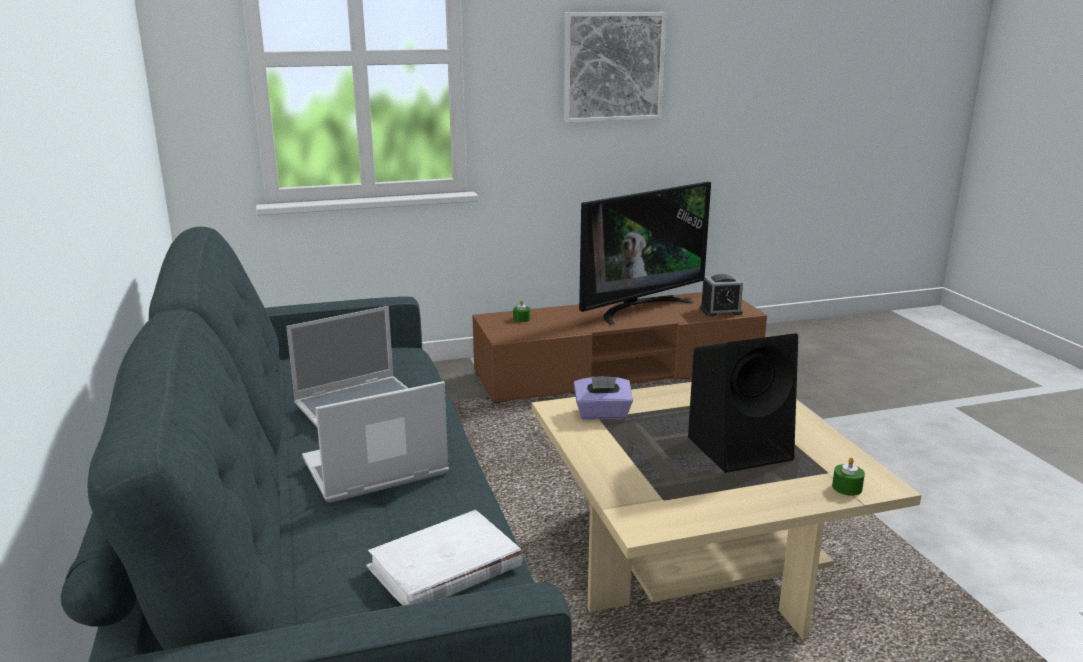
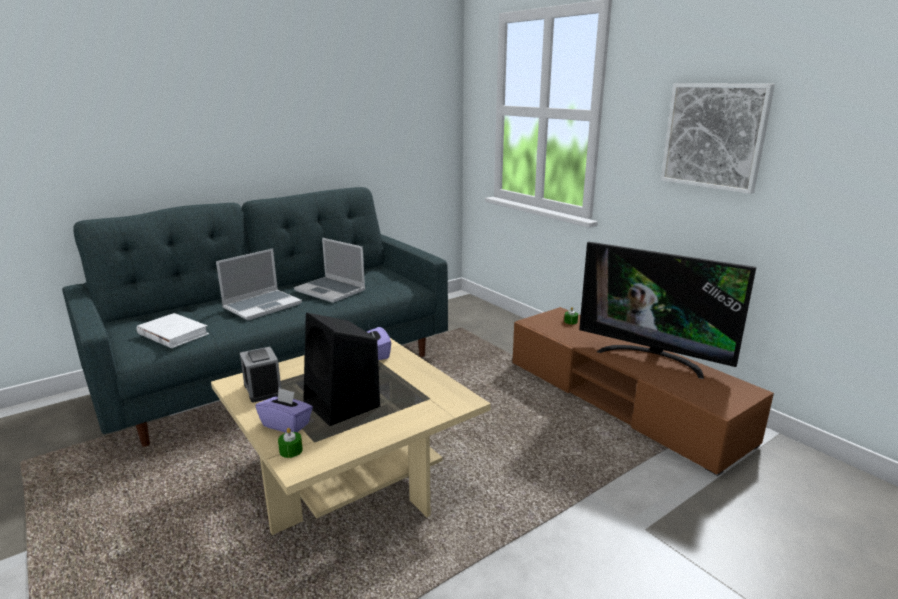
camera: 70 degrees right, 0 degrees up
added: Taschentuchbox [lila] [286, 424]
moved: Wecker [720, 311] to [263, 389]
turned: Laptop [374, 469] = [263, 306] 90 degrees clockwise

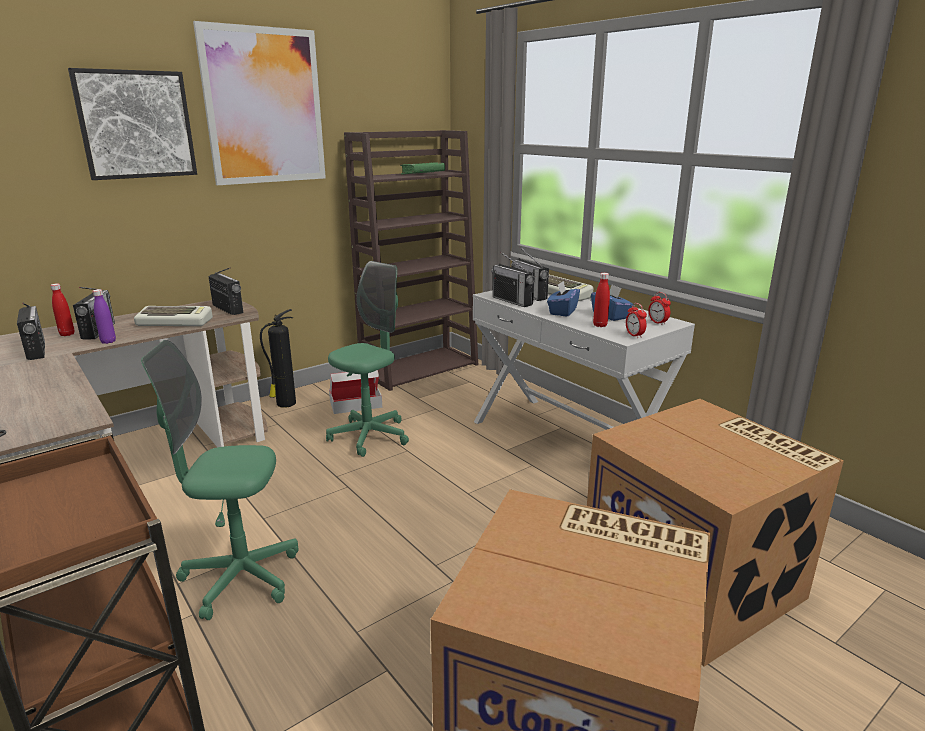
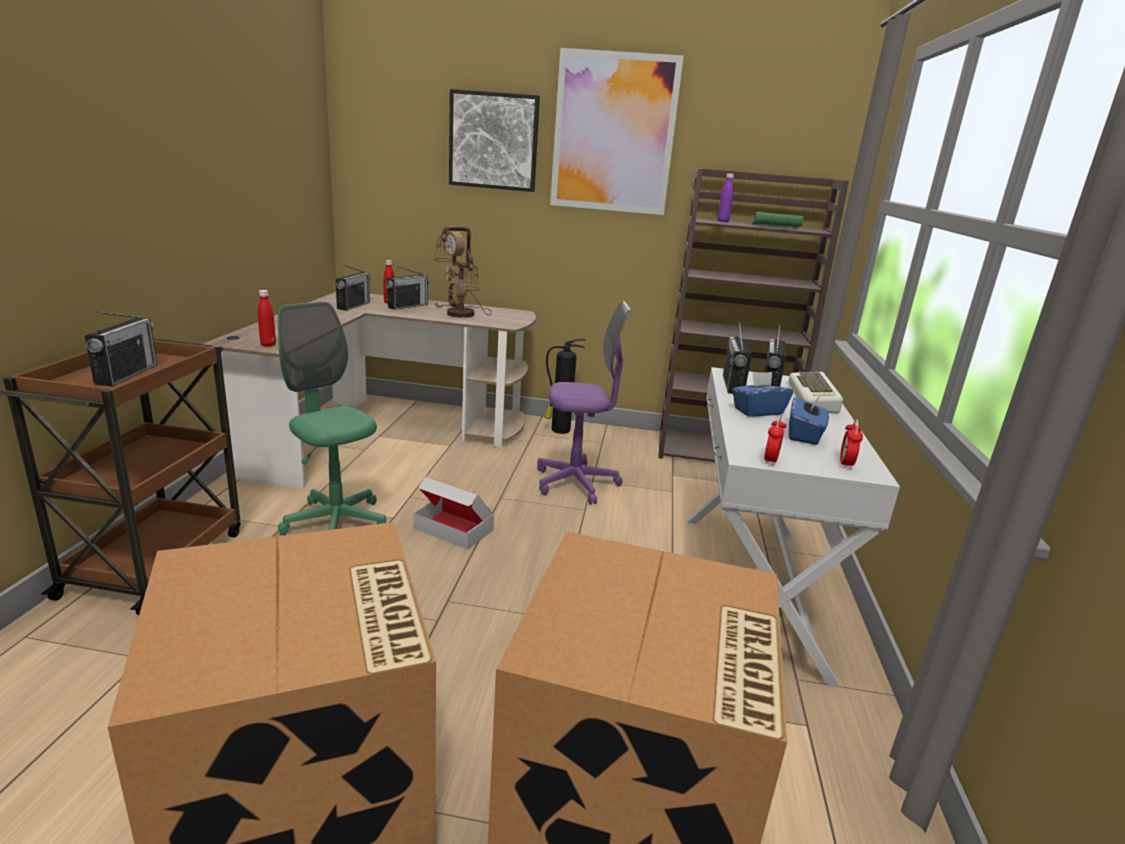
camera: 45 degrees right, 0 degrees up
moved: Radio [228, 309] to [127, 374]; Flasche [rot] [600, 325] to [268, 345]; Karton [356, 404] to [454, 529]; Flasche [lila] [108, 341] to [722, 221]
replaced: Tastatur [176, 322] to Tischlampe [460, 315]
recoloured: Bürostuhl [grün] [369, 436] to Bürostuhl [lila] [576, 483]

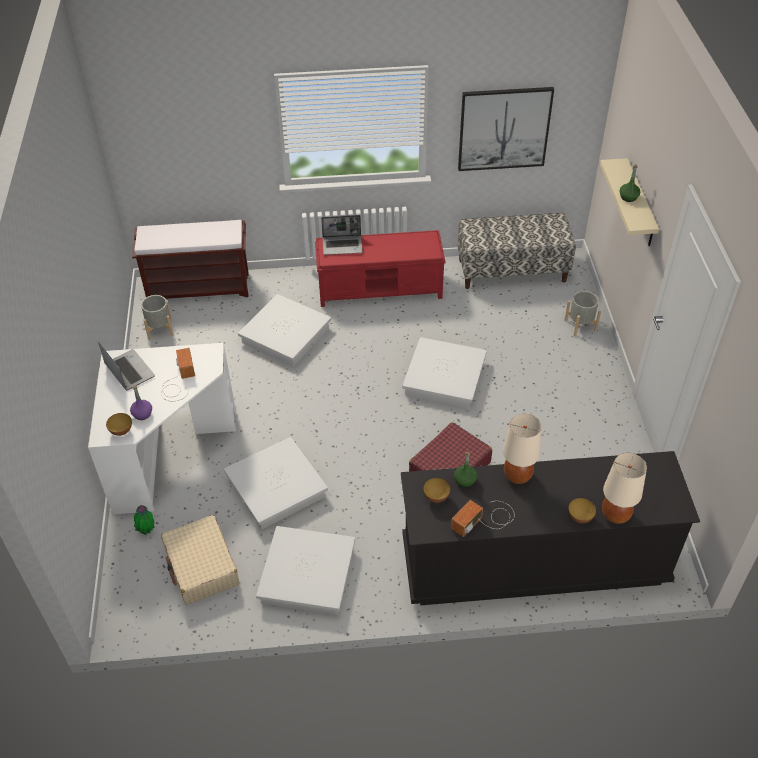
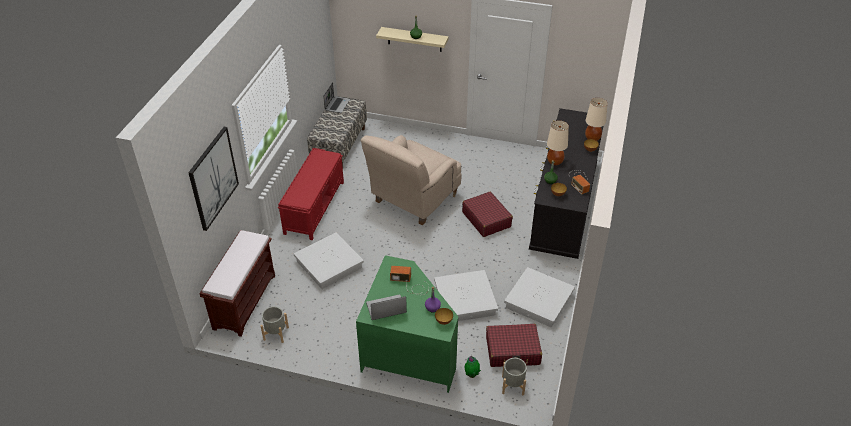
camera: 70 degrees left, 5 degrees down
moved: Bild [504, 129] to [213, 178]; Laptop [343, 245] to [337, 105]; Pflanzkübel [grau] [580, 325] to [512, 385]
replaced: Aufbewahrungsbox [weiß] [444, 377] to Sessel [beige] [413, 201]
recoloured: Schreibtisch [weiß] [167, 455] to Schreibtisch [grün] [408, 351]; Koffer [beige] [201, 566] to Koffer [rot] [513, 351]

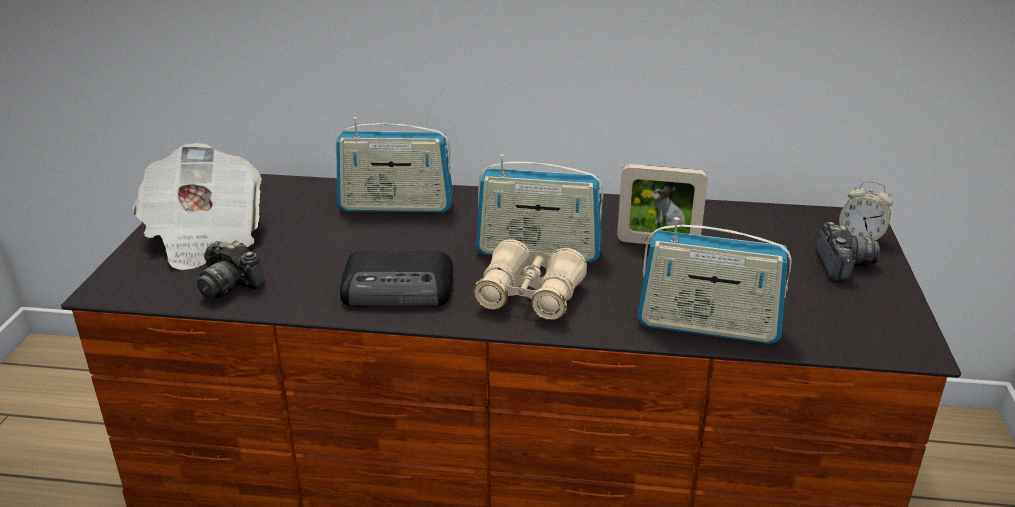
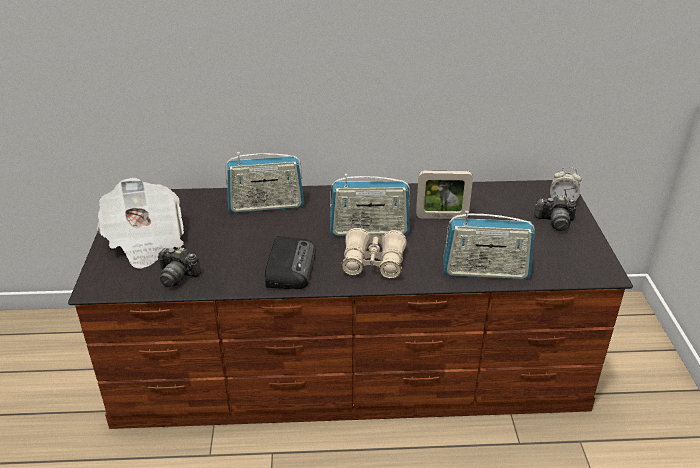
camera: 10 degrees left, 5 degrees up
turned: Radio [399, 289] = [290, 267] 75 degrees counterclockwise; Kamera [842, 265] = [555, 222] 105 degrees clockwise

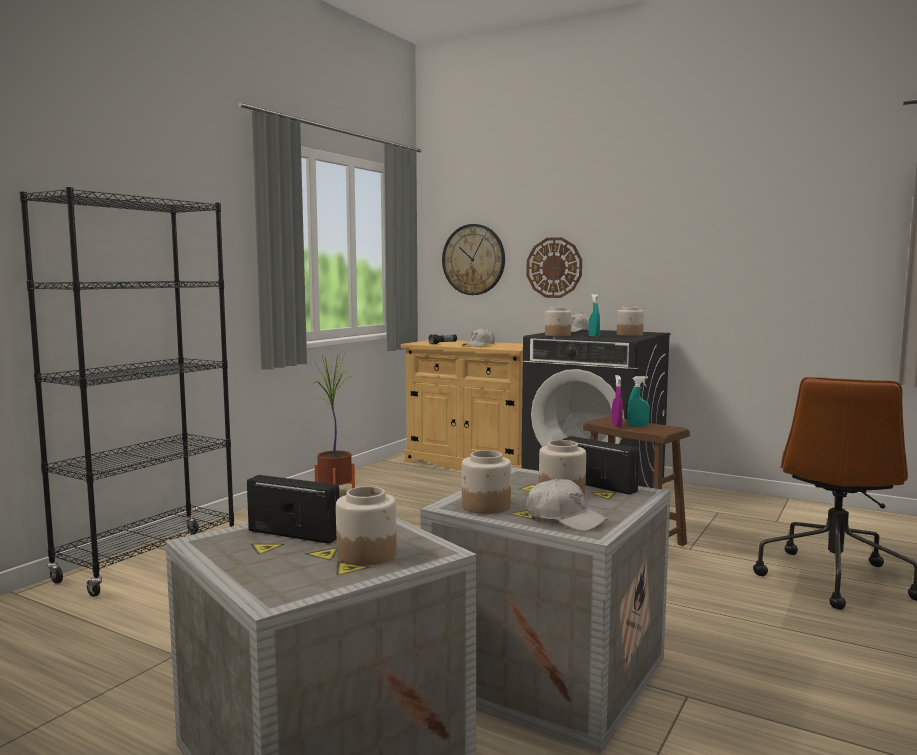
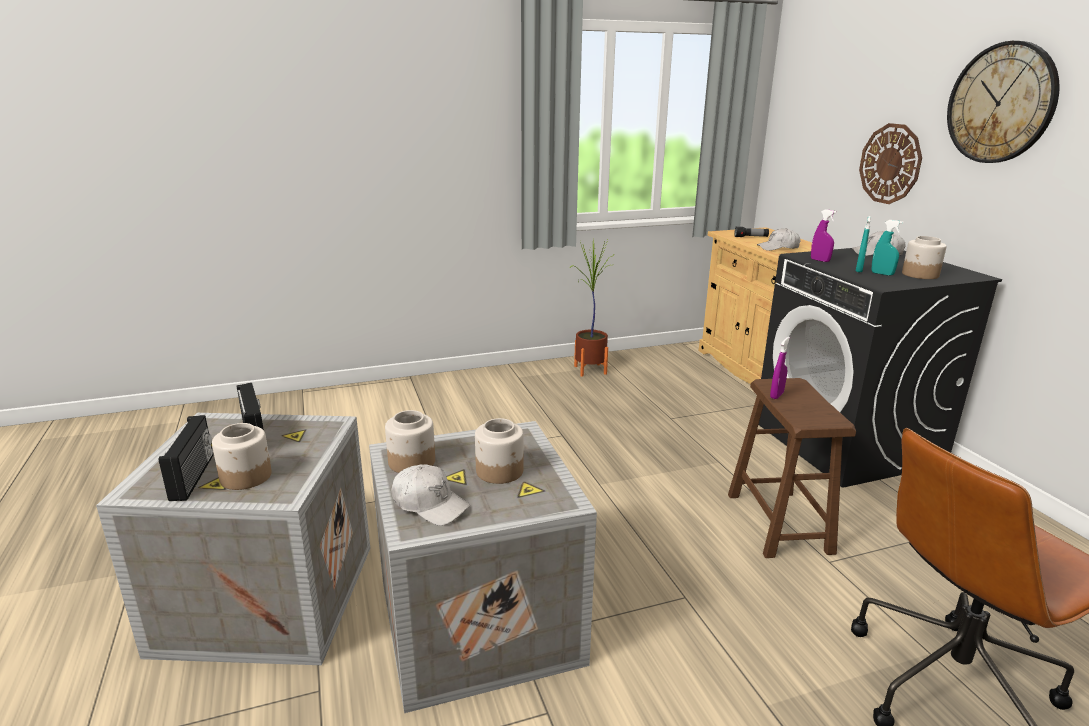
camera: 40 degrees right, 15 degrees up
removed: Bücherregal [schwarz] [149, 561]
moved: Radio [599, 485] to [194, 477]; Sprühflasche [türkis] [637, 426] to [882, 274]; Wanduhr [473, 259] to [1001, 103]
replaced: Vorratsglas [558, 335] to Sprühflasche [lila] [820, 260]
turned: Kappe [weiß] [565, 519] = [430, 504] 45 degrees counterclockwise

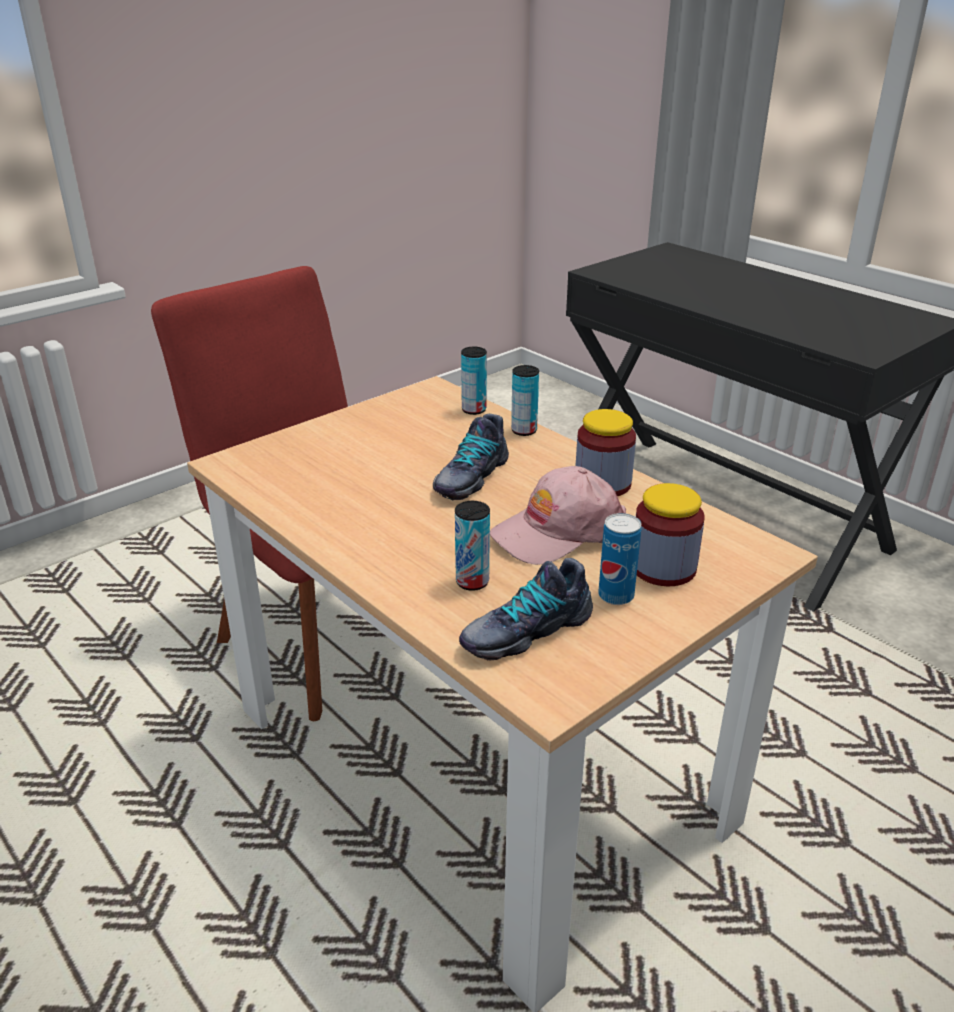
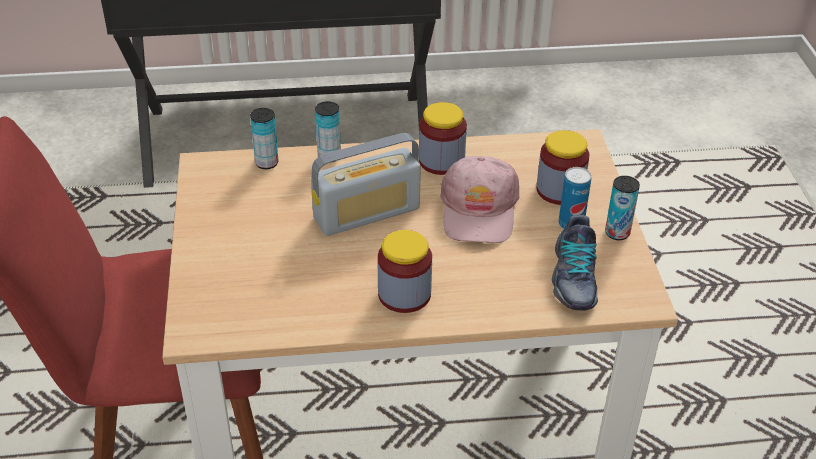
camera: 55 degrees left, 10 degrees up
added: Vorratsglas [404, 294]
moved: Dose [472, 582] to [617, 233]
replaced: Schuh [470, 477] to Radio [367, 213]

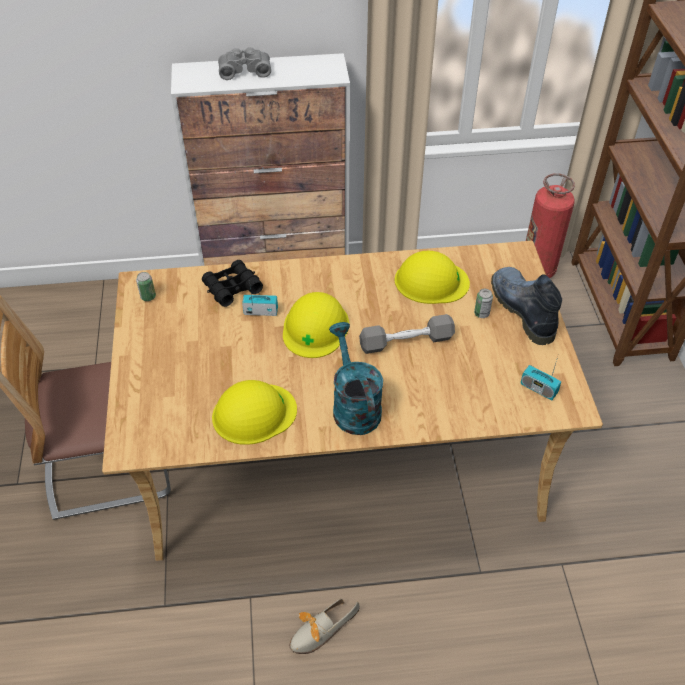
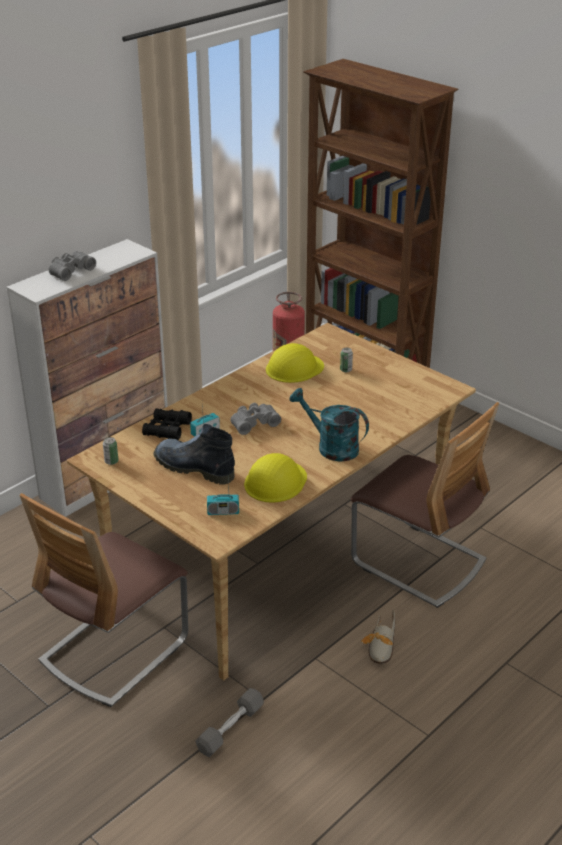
camera: 40 degrees left, 15 degrees down
added: Stuhl [418, 562]
moved: Stiefel [521, 309] to [193, 467]; Hantel [grau] [406, 342] to [230, 729]; Radio [538, 389] to [223, 512]
replaced: Schutzhelm [gelb] [315, 327] to Fernglas [grau] [253, 423]

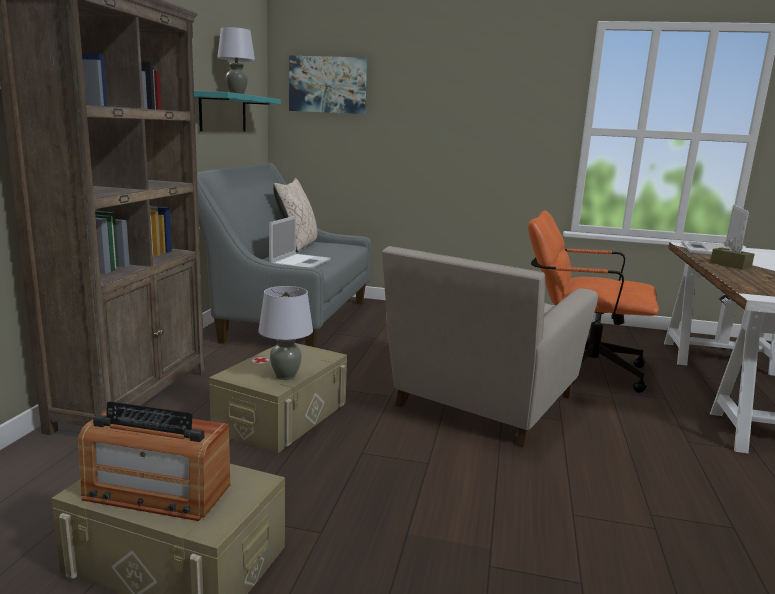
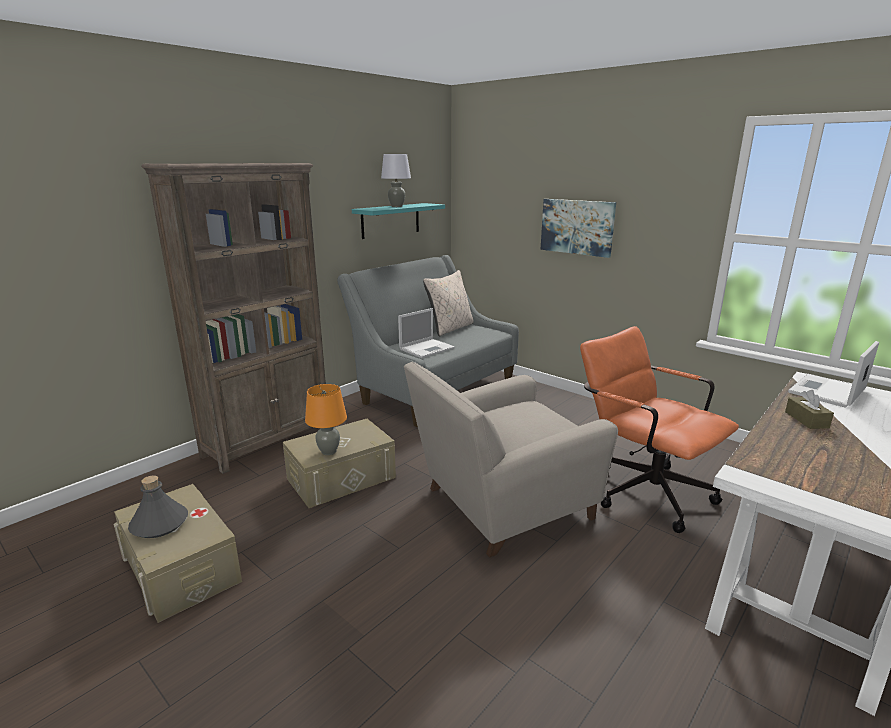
camera: 30 degrees right, 5 degrees up
moved: Bild [328, 85] to [577, 227]
replaced: Radio [157, 492] to Flasche [grau] [160, 524]
recoloured: Tischlampe [grau] [285, 376] to Tischlampe [orange] [329, 451]

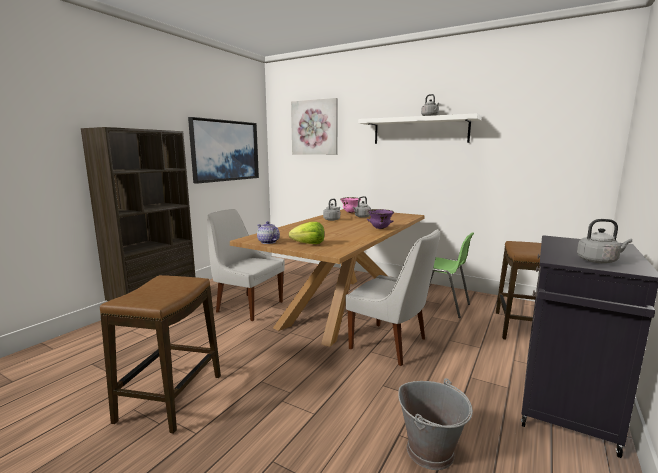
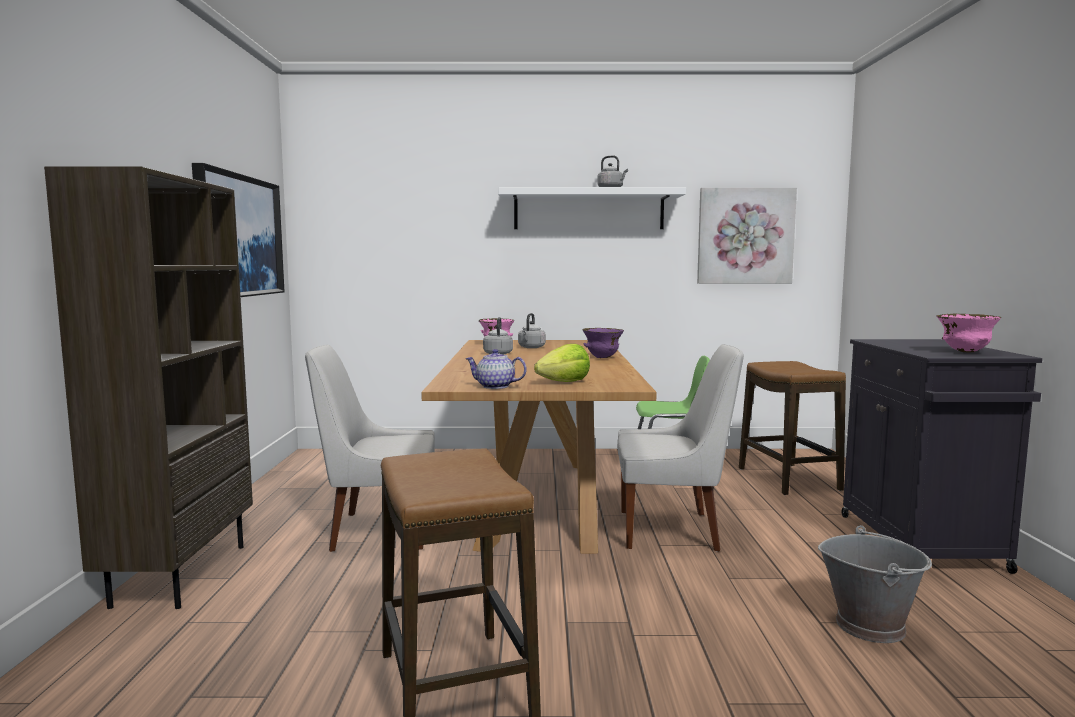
camera: 30 degrees left, 5 degrees down
moved: Bild [315, 127] to [745, 236]
replaced: Wasserkessel [grau] [599, 261] to Schüssel [rosa] [965, 352]

